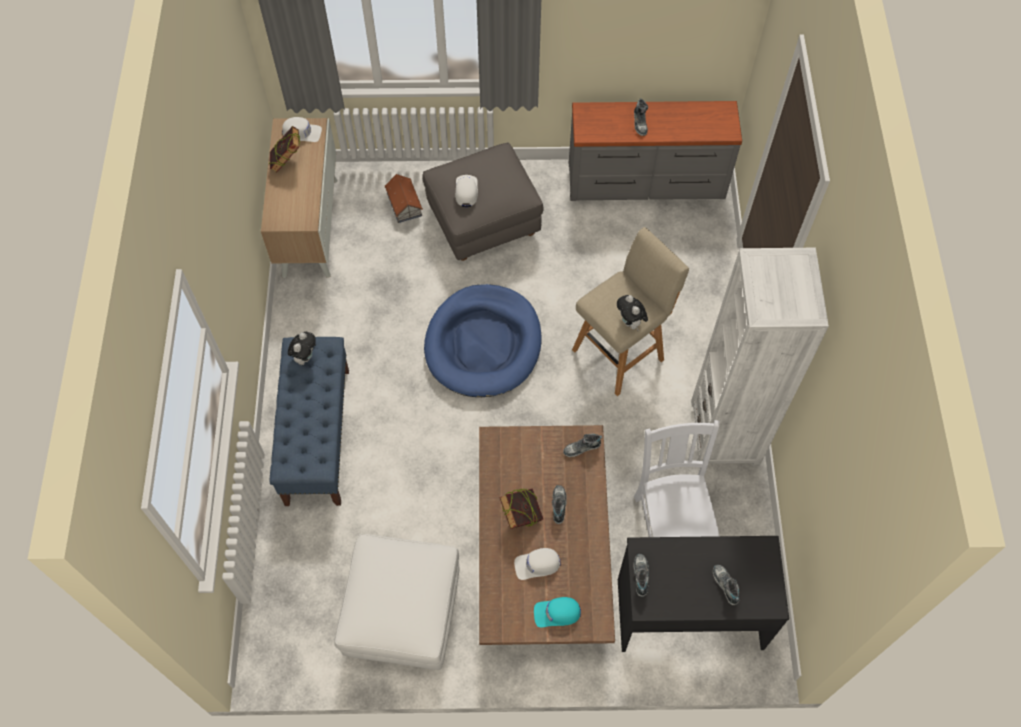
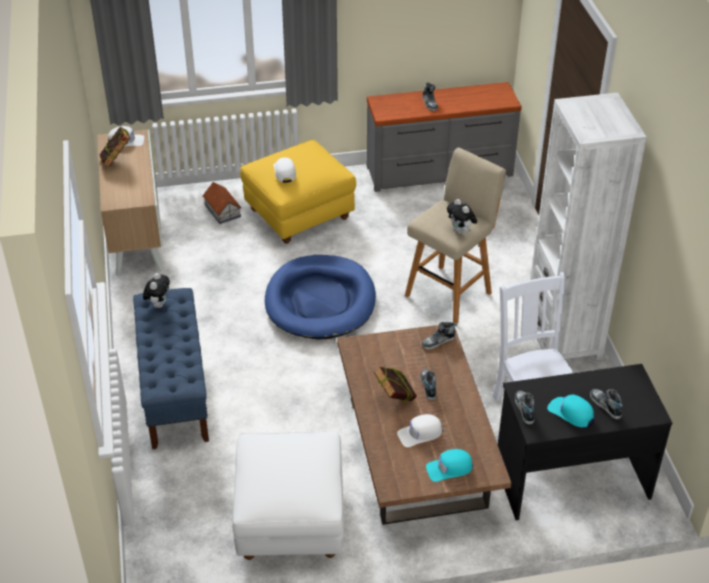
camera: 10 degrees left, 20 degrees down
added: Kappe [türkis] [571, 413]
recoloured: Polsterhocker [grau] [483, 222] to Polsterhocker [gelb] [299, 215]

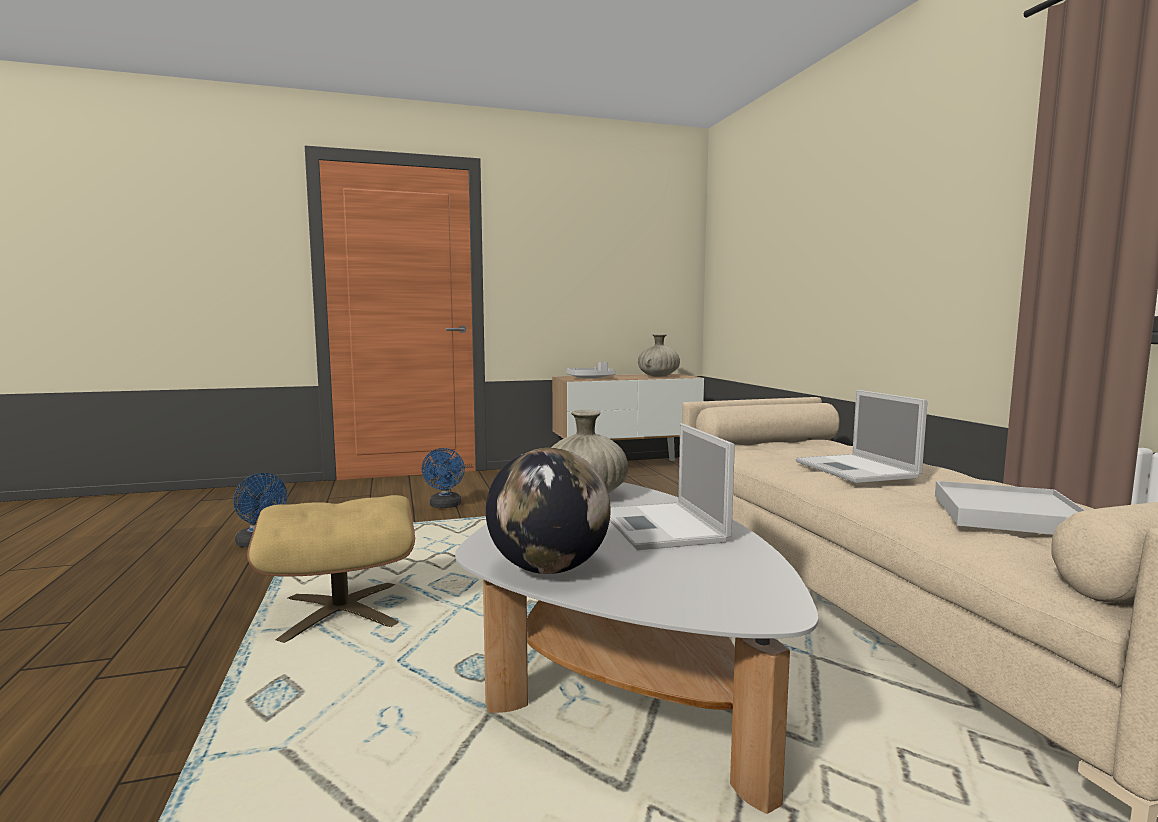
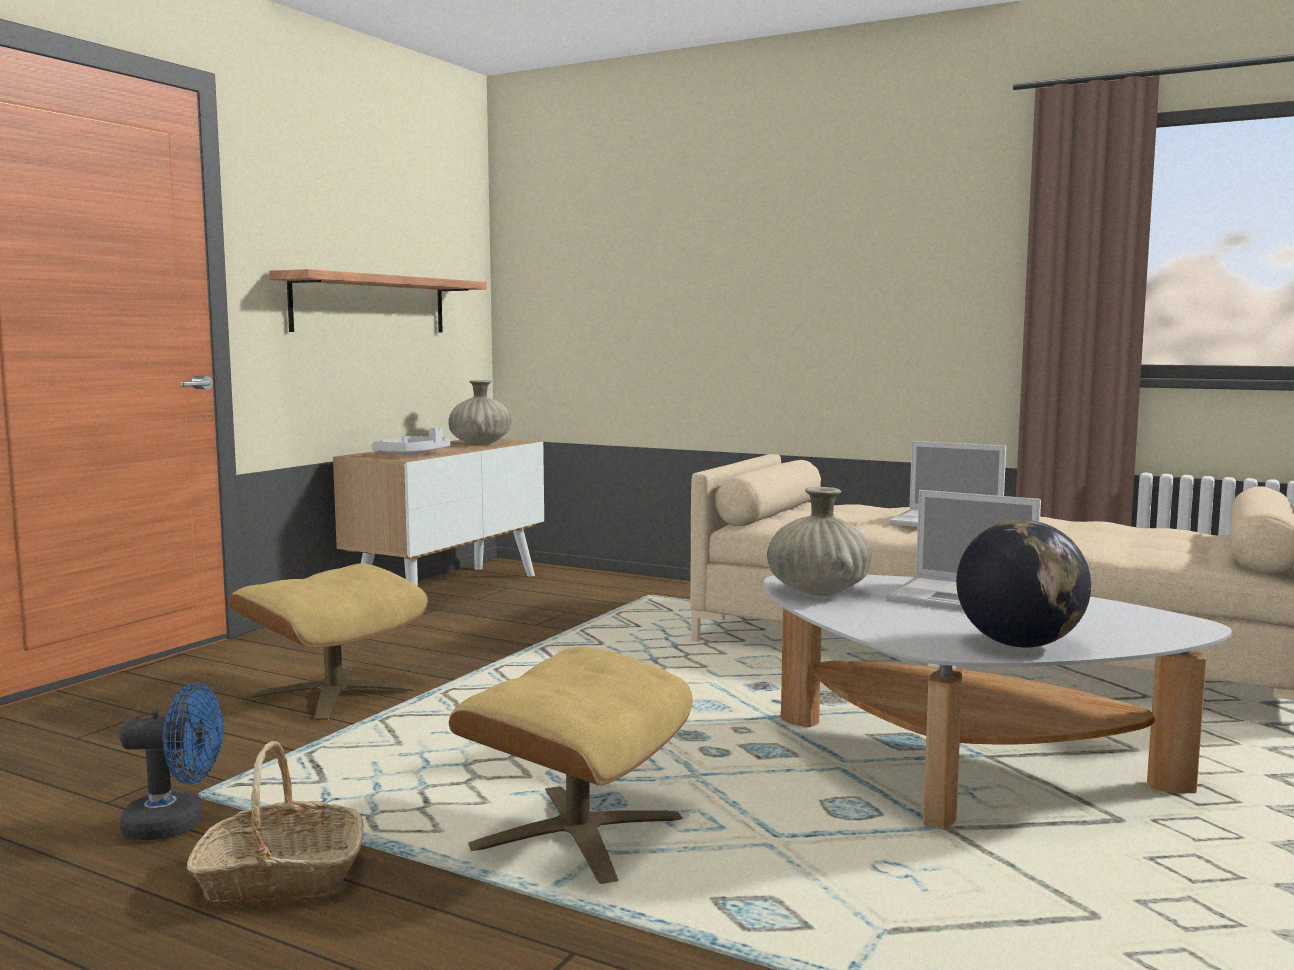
camera: 45 degrees left, 0 degrees up
removed: Tablett [weiß] [1007, 515]
added: Korb [279, 877]; Wandregal [370, 304]
replaced: Ventilator [blau] [445, 506] to Polsterhocker [beige] [334, 693]

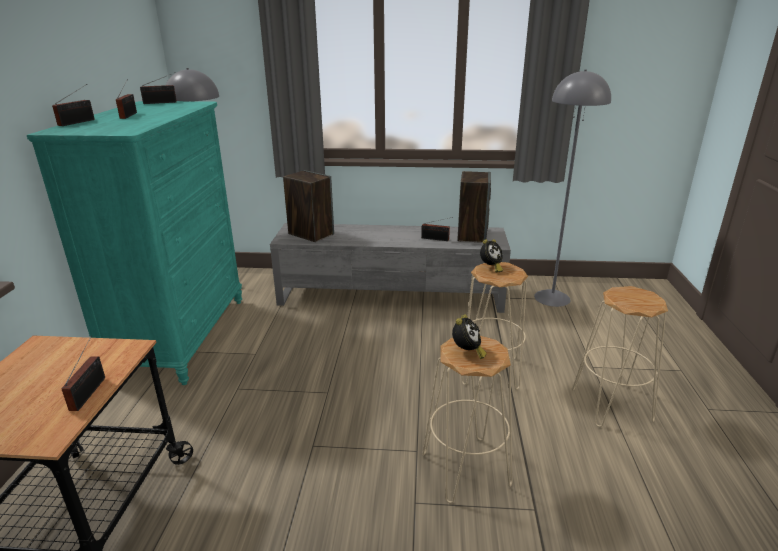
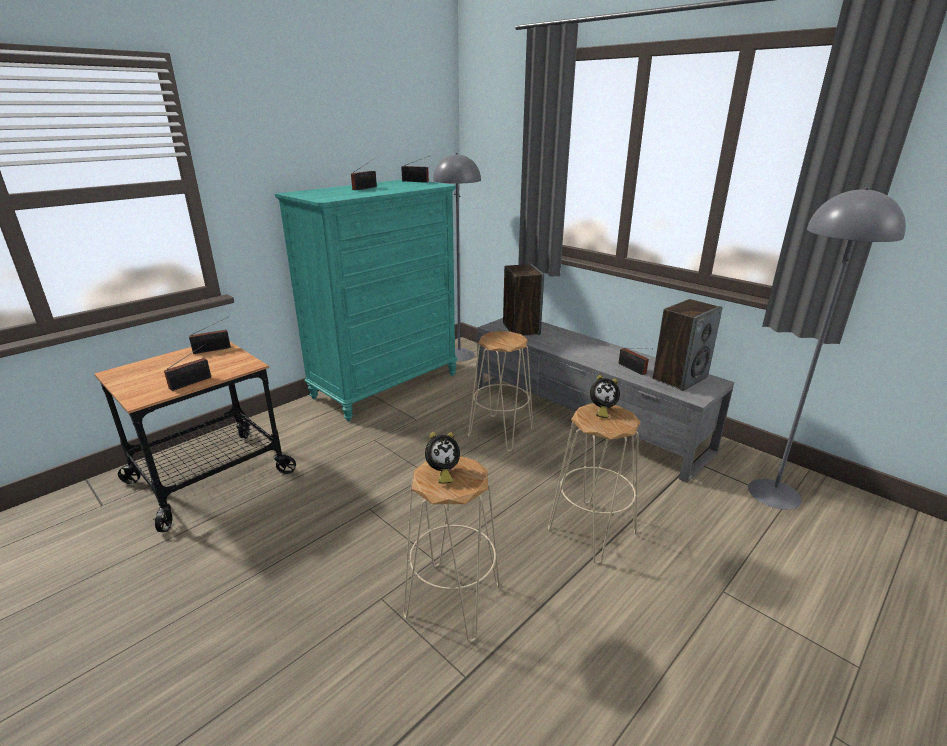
camera: 40 degrees right, 0 degrees up
moved: Radio [79, 122] to [214, 349]; Hocker [beige] [610, 405] to [500, 433]

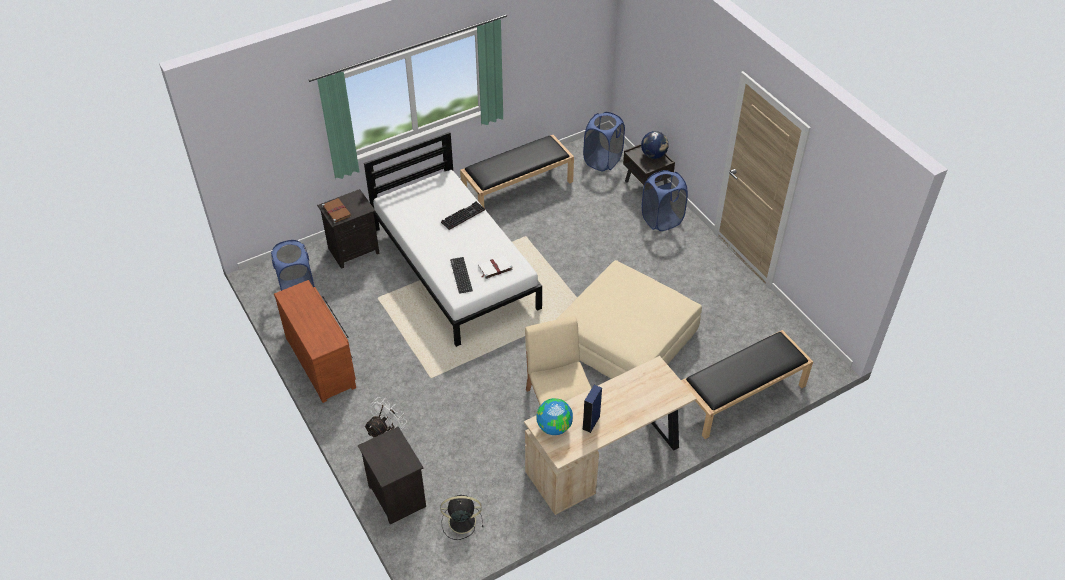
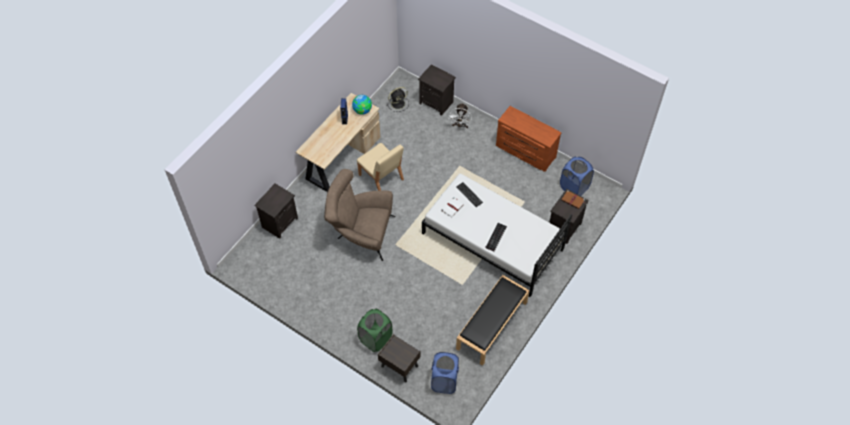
camera: 155 degrees right, 10 degrees up
removed: Globus [653, 155]
replaced: Bank [schwarz] [741, 396] to Nachttisch [schwarz] [279, 222]; Polsterhocker [beige] [626, 339] to Sessel [braun] [361, 233]
recoloured: Wäschekorb [blau] [661, 220] to Wäschekorb [grün] [375, 338]

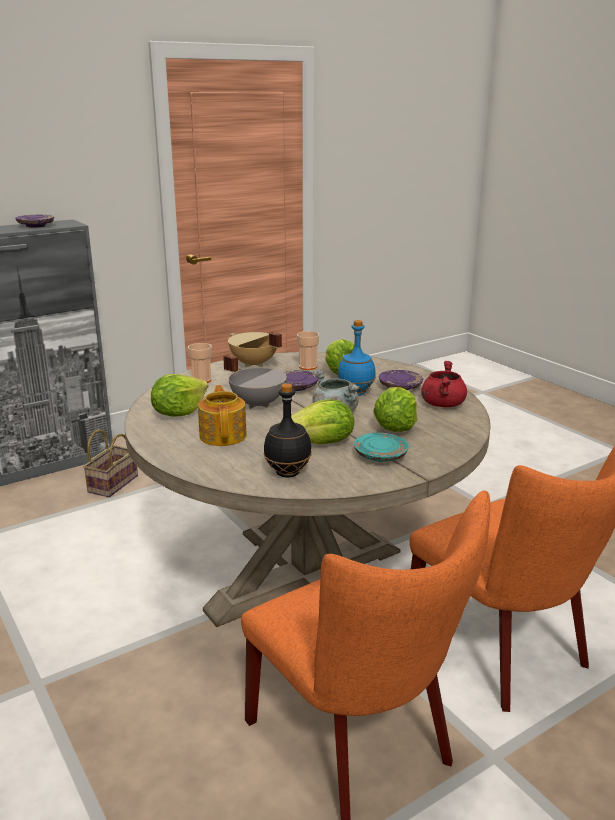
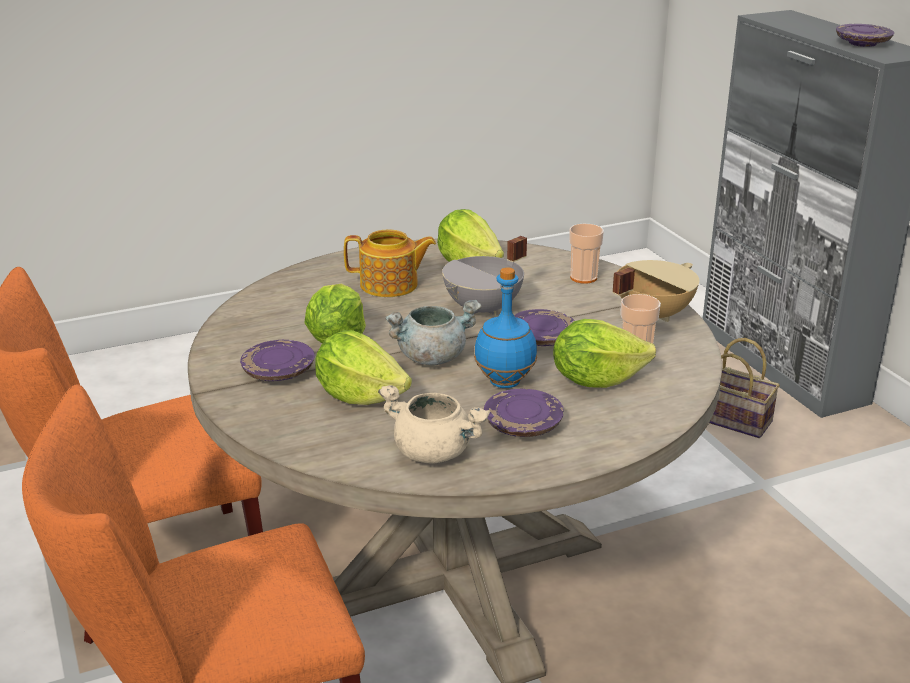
camera: 100 degrees right, 5 degrees up
removed: Flasche [schwarz] [287, 473]
recoloured: Teller [türkis] [381, 456] to Teller [lila] [278, 372]; Kochtopf [rot] [442, 404] to Kochtopf [beige] [435, 452]

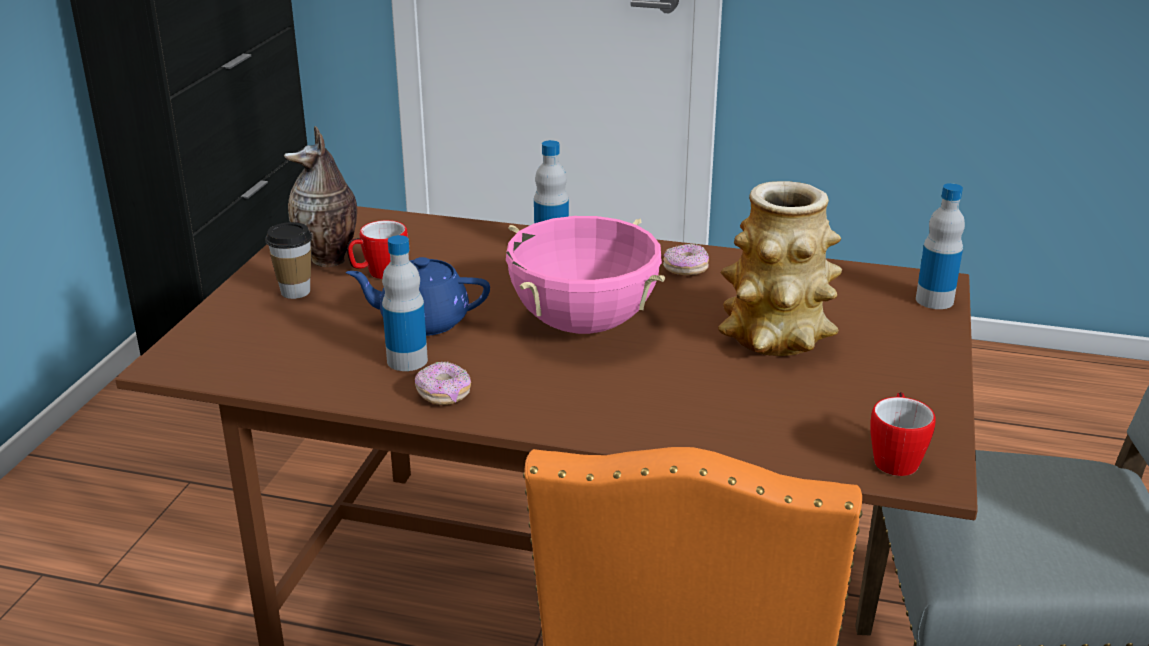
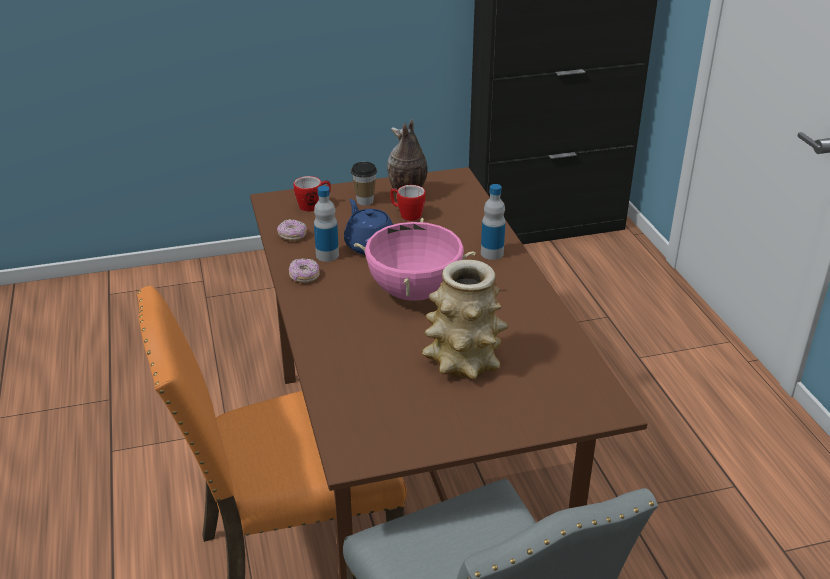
camera: 60 degrees right, 5 degrees up
removed: Flasche [934, 300]
moved: Donut [685, 270] to [292, 236]; Henkelbecher [895, 457] to [313, 206]

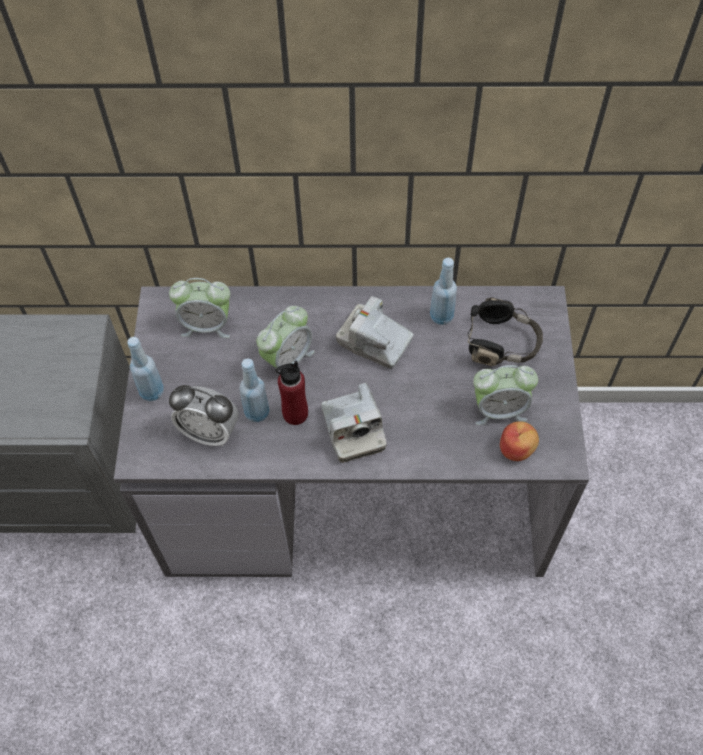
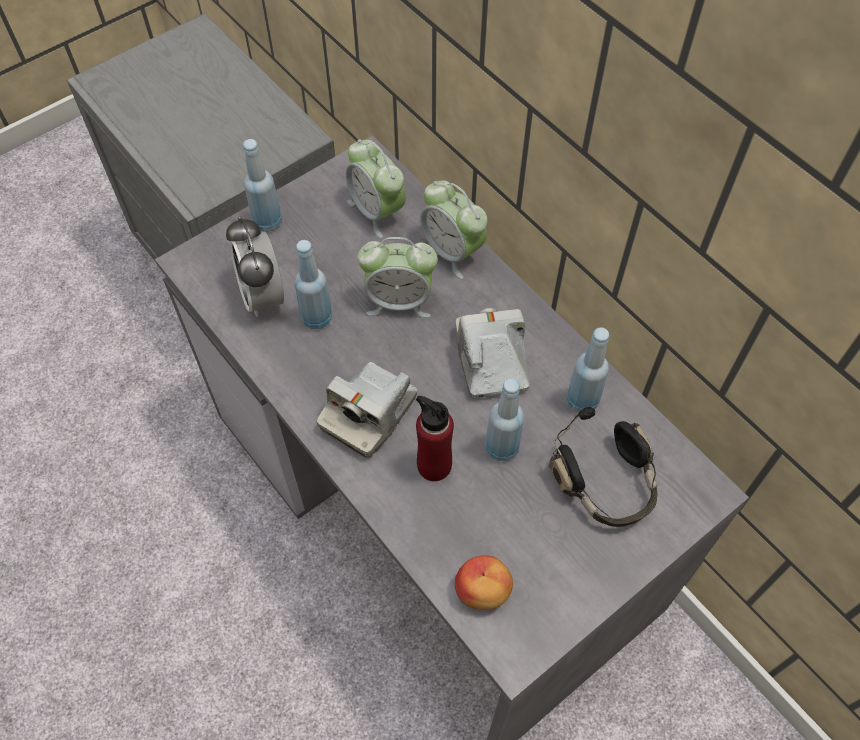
camera: 50 degrees right, 0 degrees up
added: Flasche [blau] [501, 448]
moved: Flasche [rot] [295, 413] to [434, 465]; Wecker [499, 409] to [452, 251]

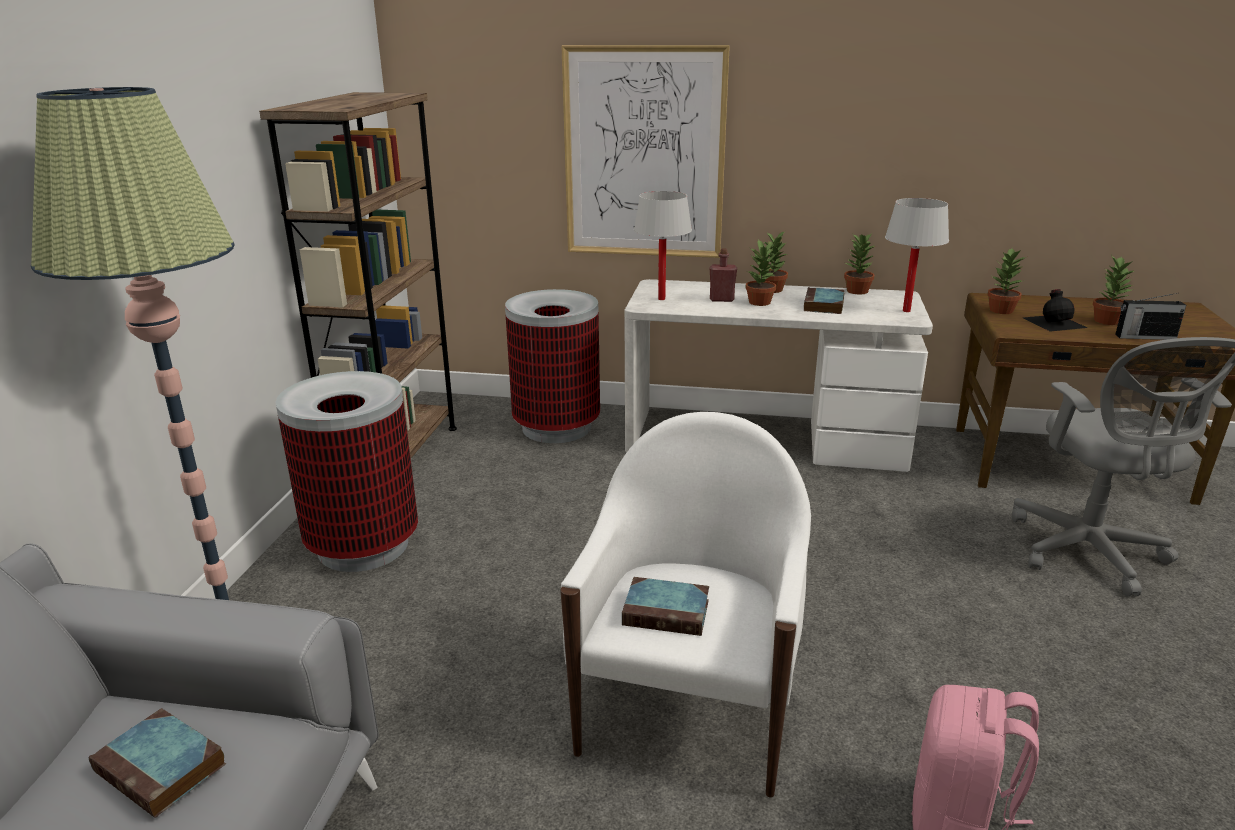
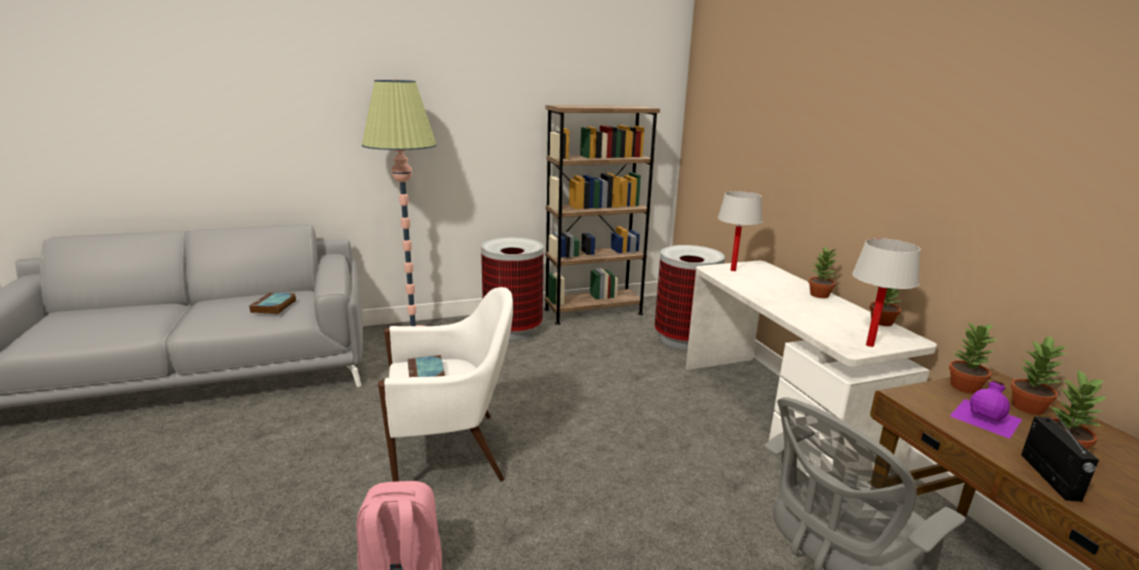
camera: 60 degrees right, 5 degrees down
removed: Bild [644, 154]; Flasche [rot] [721, 299]; Buch [824, 305]
moved: Topfpflanze [760, 302] to [1028, 407]
recoloured: Flasche [schwarz] [1054, 322] to Flasche [lila] [987, 417]
turned: Radio [1144, 337] = [1050, 478] 150 degrees counterclockwise

